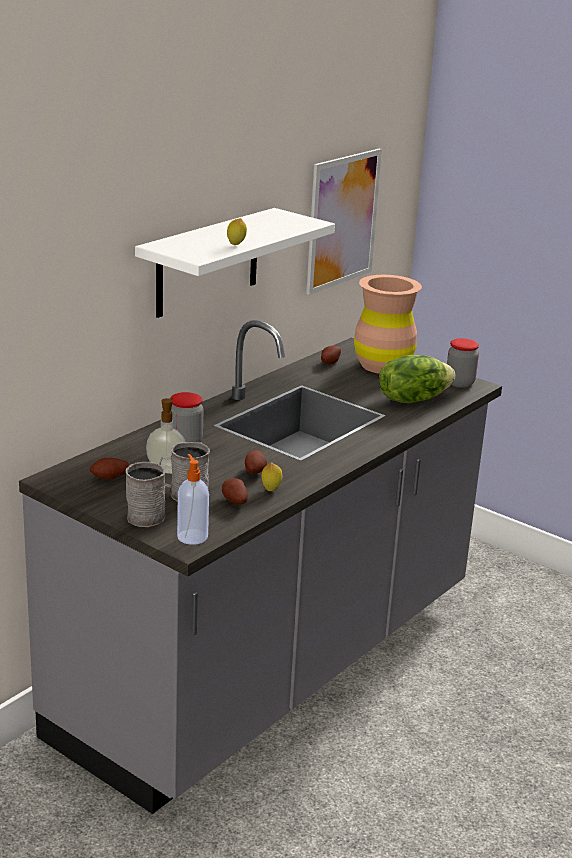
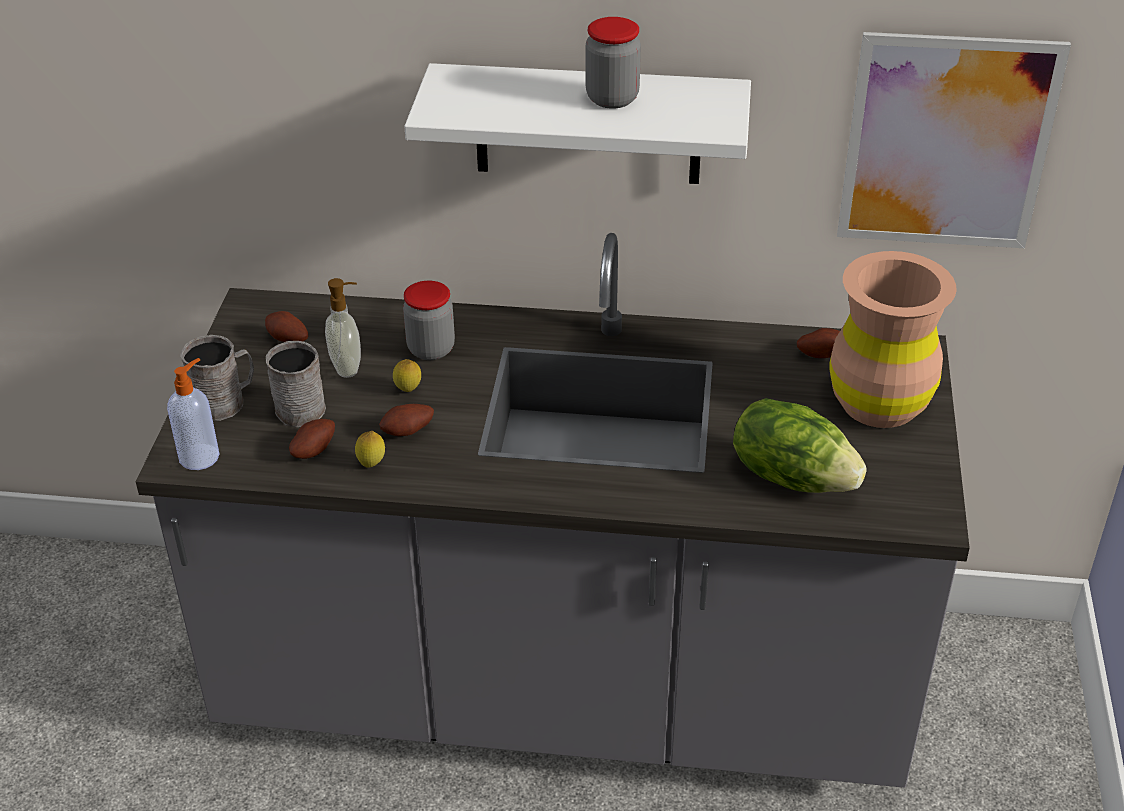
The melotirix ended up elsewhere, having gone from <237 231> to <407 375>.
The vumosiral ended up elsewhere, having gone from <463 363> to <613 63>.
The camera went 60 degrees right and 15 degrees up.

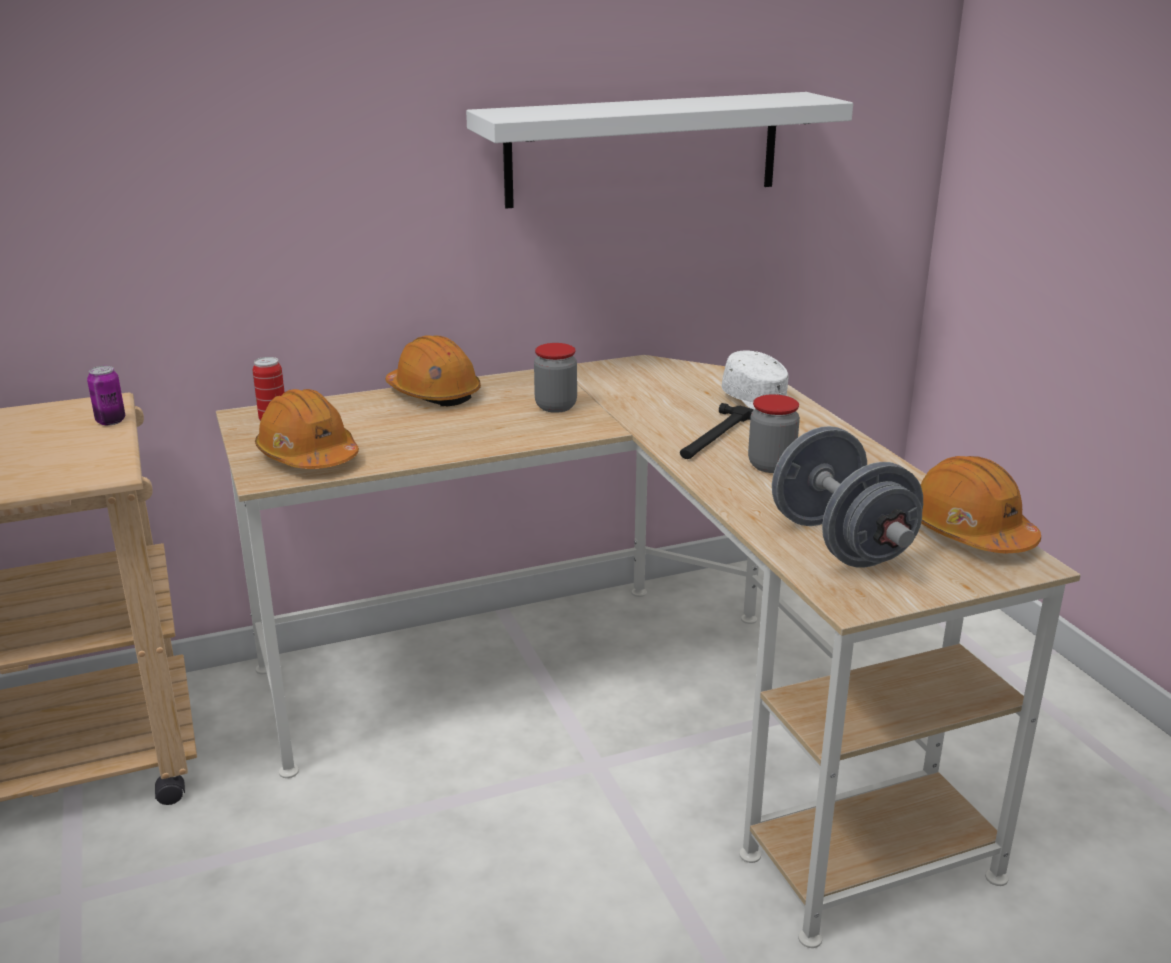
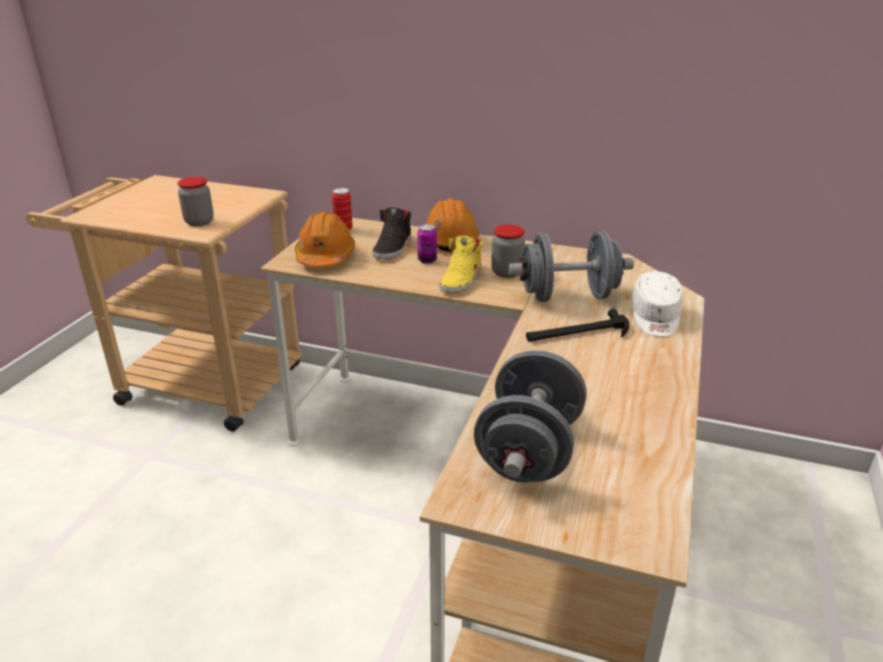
The second view lost the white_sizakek at <659 150>.
The second view lost the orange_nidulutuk at <981 504>.
The second view gained the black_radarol at <391 233>.
The second view gained the yellow_radarol at <461 264>.
The second view gained the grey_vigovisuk at <571 266>.
The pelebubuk ended up elsewhere, having gone from <106 395> to <427 244>.
The vumosiral ended up elsewhere, having gone from <774 433> to <195 201>.
The camera went 40 degrees right and 5 degrees up.

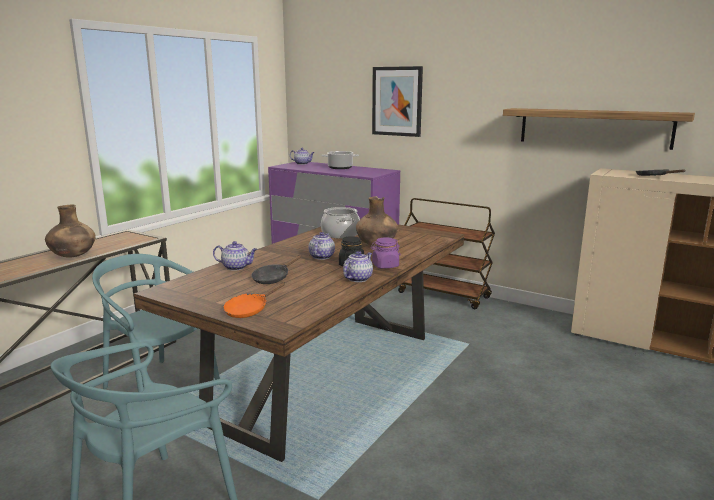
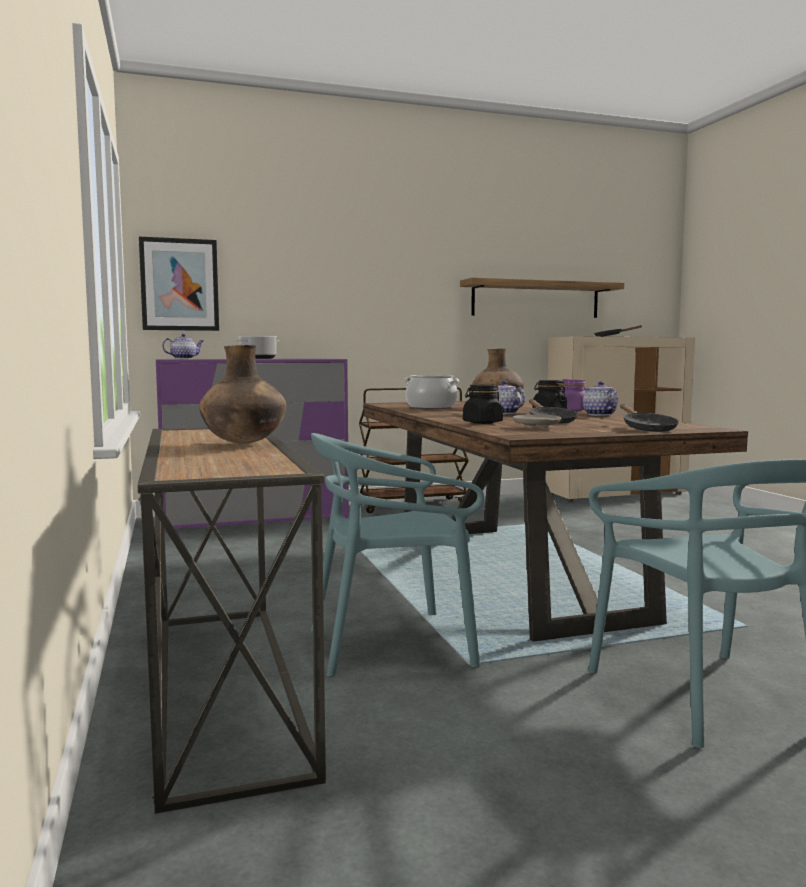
The second view gained the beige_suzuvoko at <536 421>.
The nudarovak ended up elsewhere, having gone from <397 101> to <179 284>.
Where the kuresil stood at <235 255>, the black_vumosiral came to stand at <483 404>.
What was the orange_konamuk at <254 300> turned into the black_konamuk at <649 418>.
The camera went 50 degrees left and 10 degrees down.

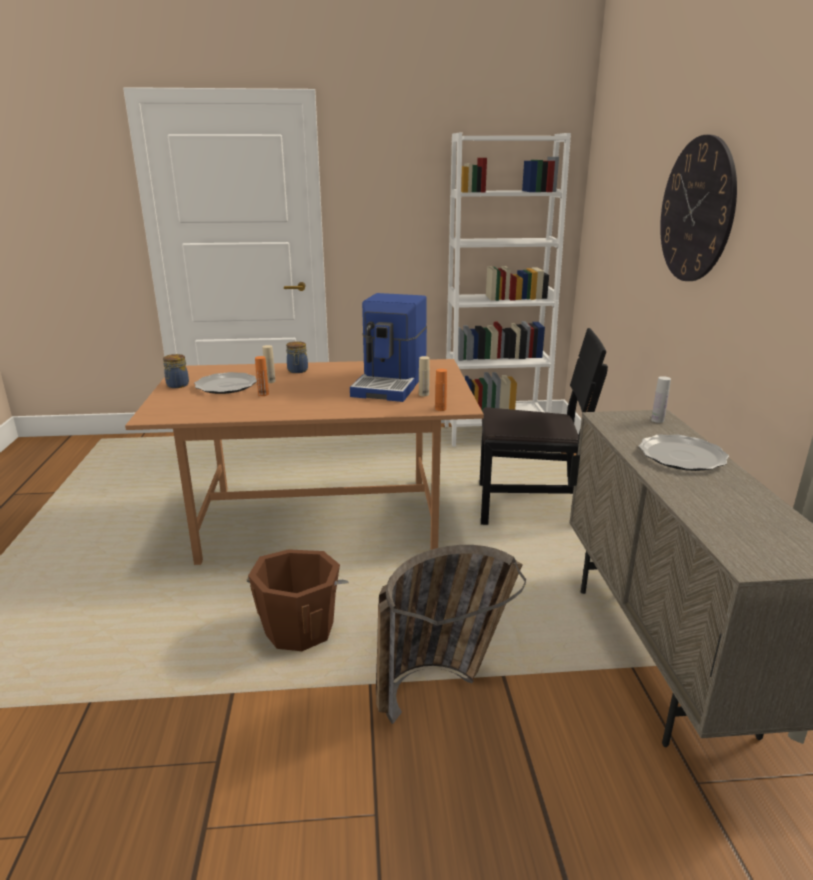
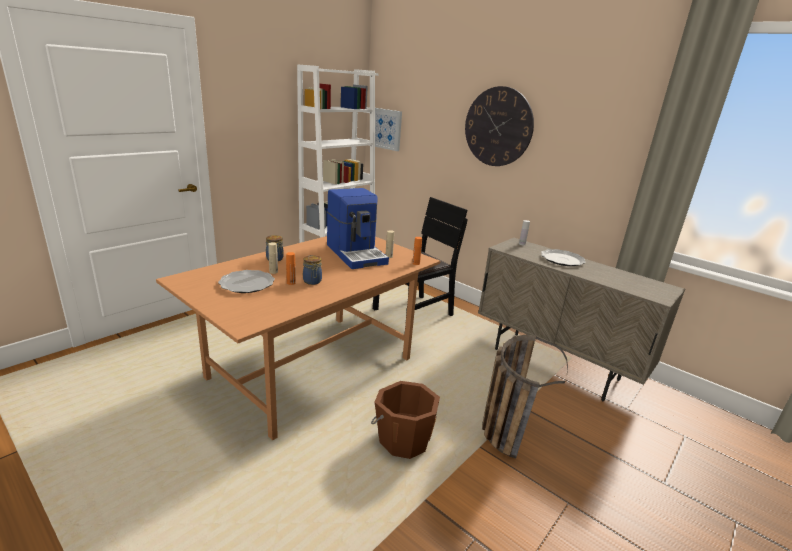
The second view gained the nudarovak at <388 129>.
The vumosiral ended up elsewhere, having gone from <176 371> to <312 270>.
The camera went 45 degrees left and 0 degrees up.

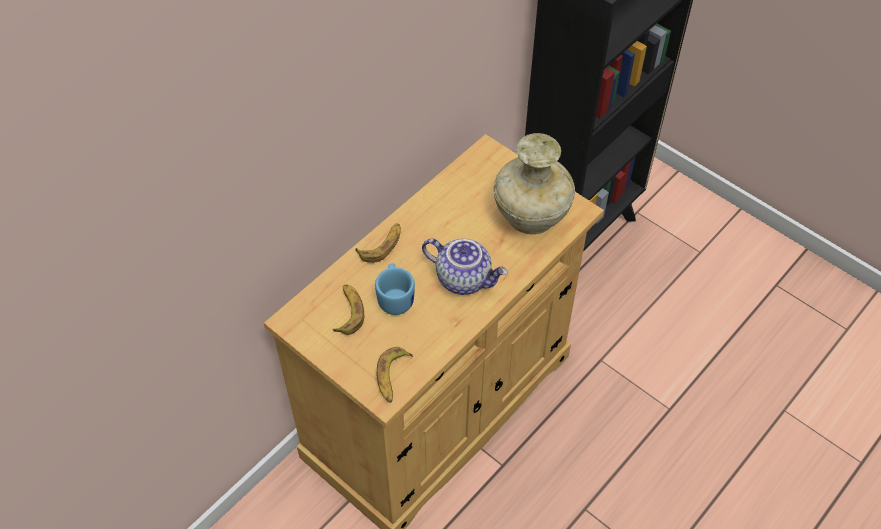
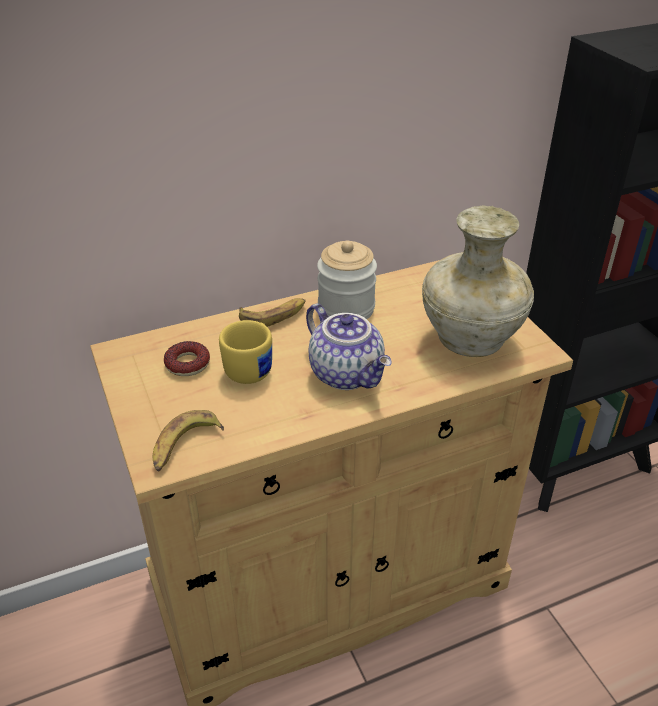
The second view gained the vumosiral at <347 279>.
Where the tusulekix stood at <348 310>, the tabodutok came to stand at <187 358>.
What was the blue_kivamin at <395 289> turned into the yellow_kivamin at <245 352>.
The camera went 25 degrees right and 15 degrees down.

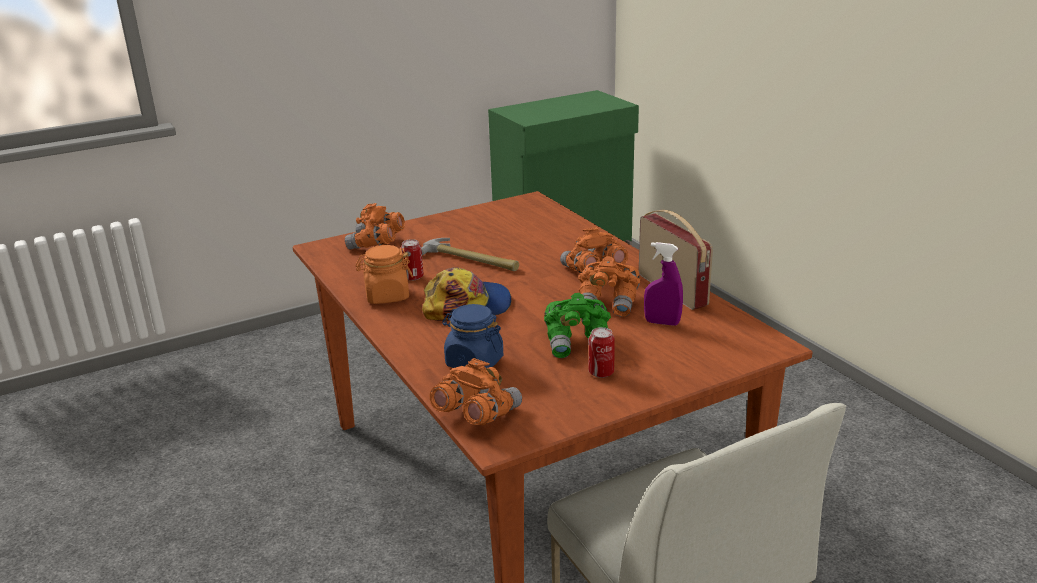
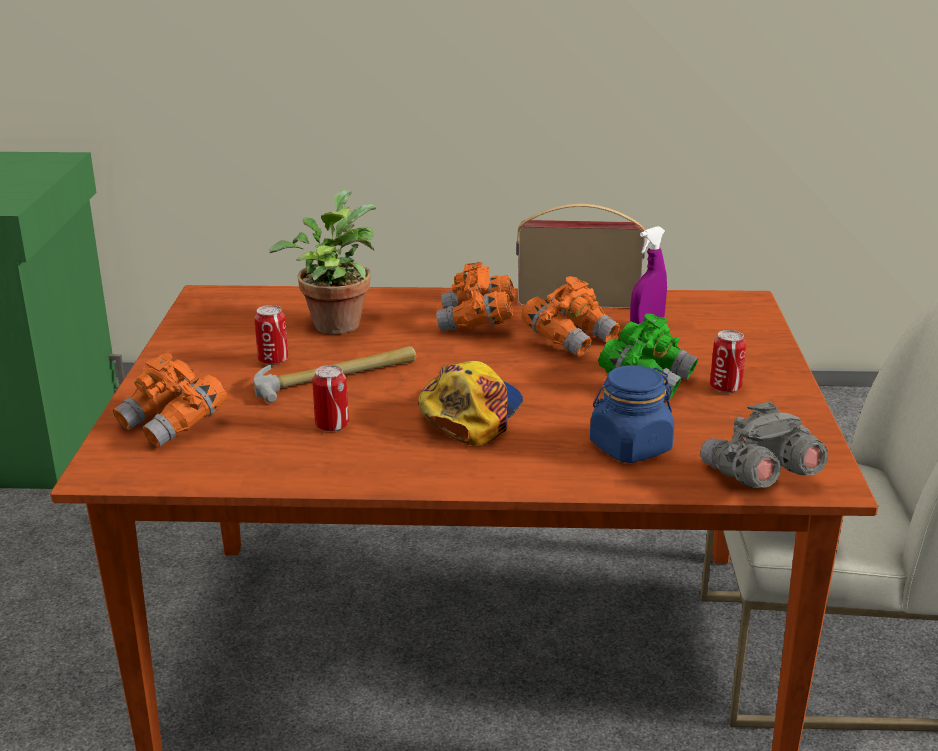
The second view lost the orange_vumosiral at <384 274>.
The second view gained the pelebubuk at <271 335>.
The second view gained the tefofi at <322 262>.
What was the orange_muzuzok at <475 391> turned into the grey_muzuzok at <764 445>.
The camera went 60 degrees left and 0 degrees up.

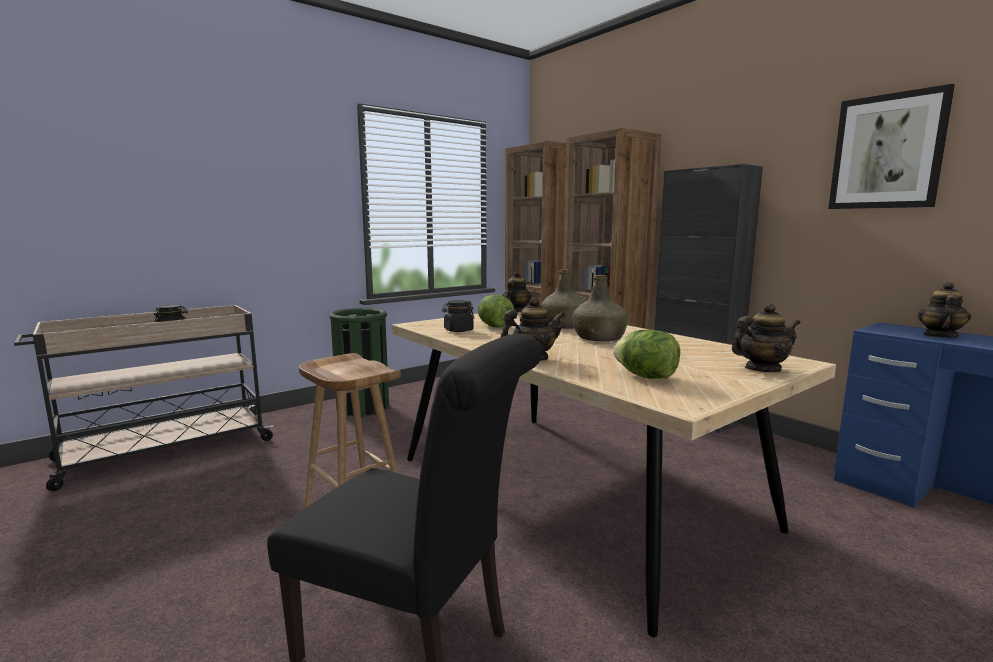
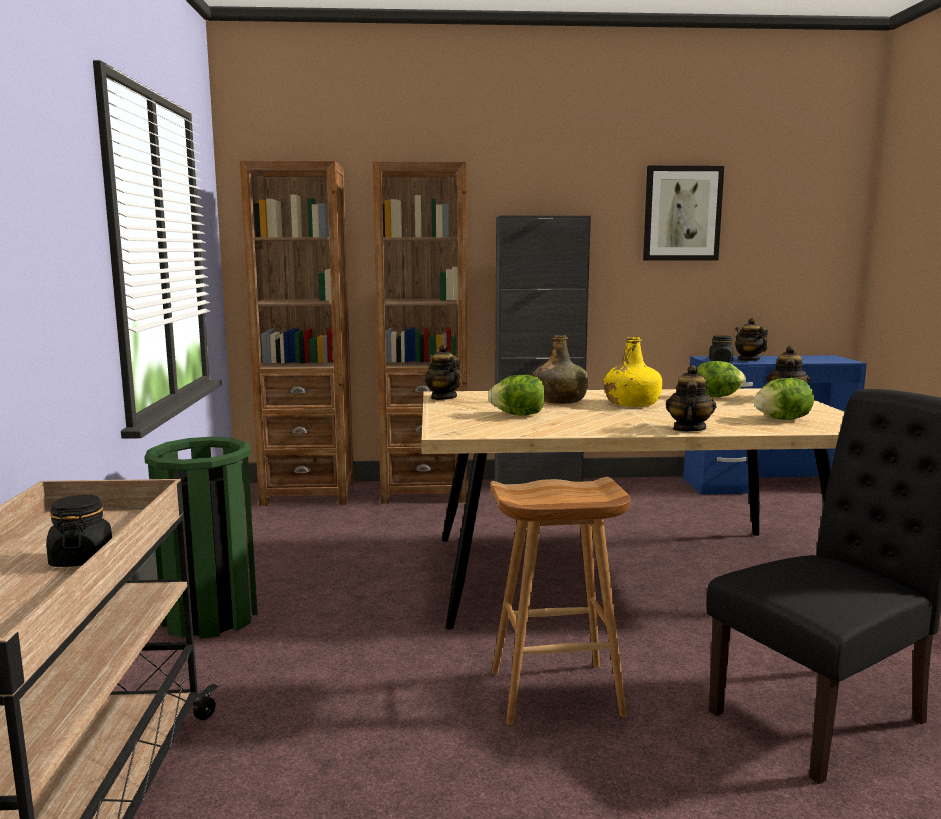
The second view gained the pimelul at <721 379>.
The black_vumosiral ended up elsewhere, having gone from <458 316> to <721 348>.
What was the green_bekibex at <600 308> turned into the yellow_bekibex at <633 372>.
The camera went 55 degrees left and 0 degrees up.

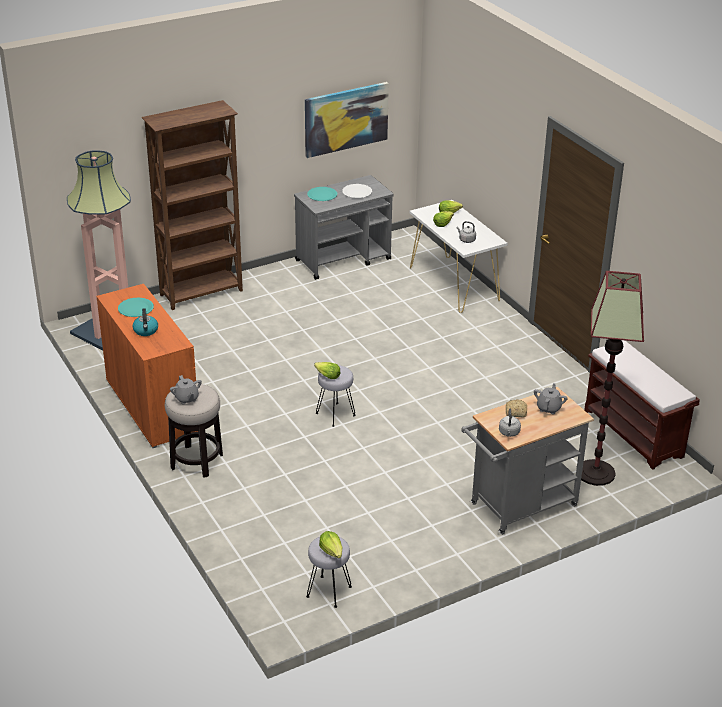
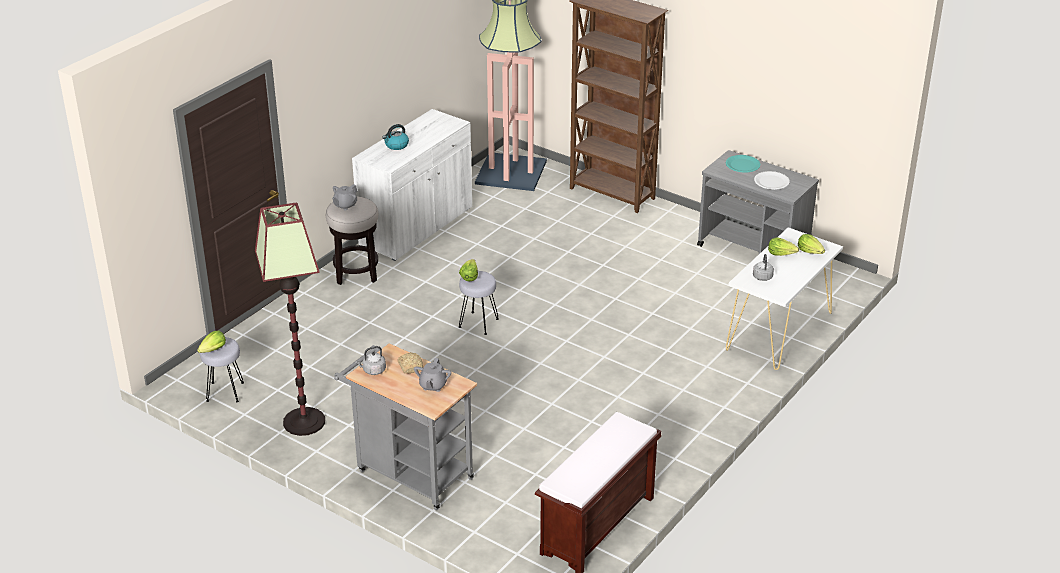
The second view lost the turquoise_suzuvoko at <136 307>.
The second view lost the nudarovak at <347 120>.
The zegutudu ended up elsewhere, having gone from <612 378> to <290 319>.
What was the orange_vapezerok at <147 366> turned into the white_vapezerok at <412 185>.
The grey_kuresil at <551 398> ended up facing another way, 105 degrees clockwise from before.
The camera went 65 degrees right and 0 degrees up.

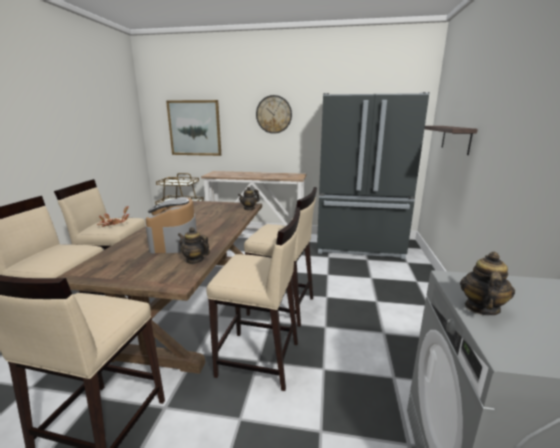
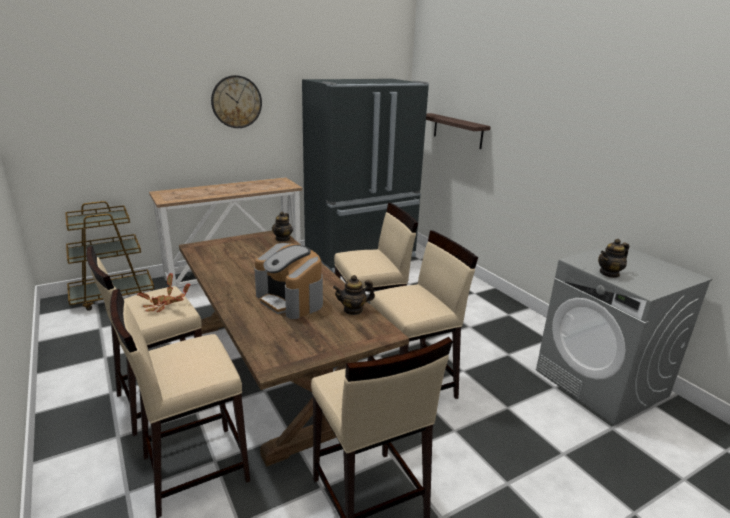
The second view lost the nudarovak at <193 128>.
The kuresil at <487 283> ended up facing another way, 105 degrees counterclockwise from before.
The camera went 40 degrees left and 5 degrees up.

